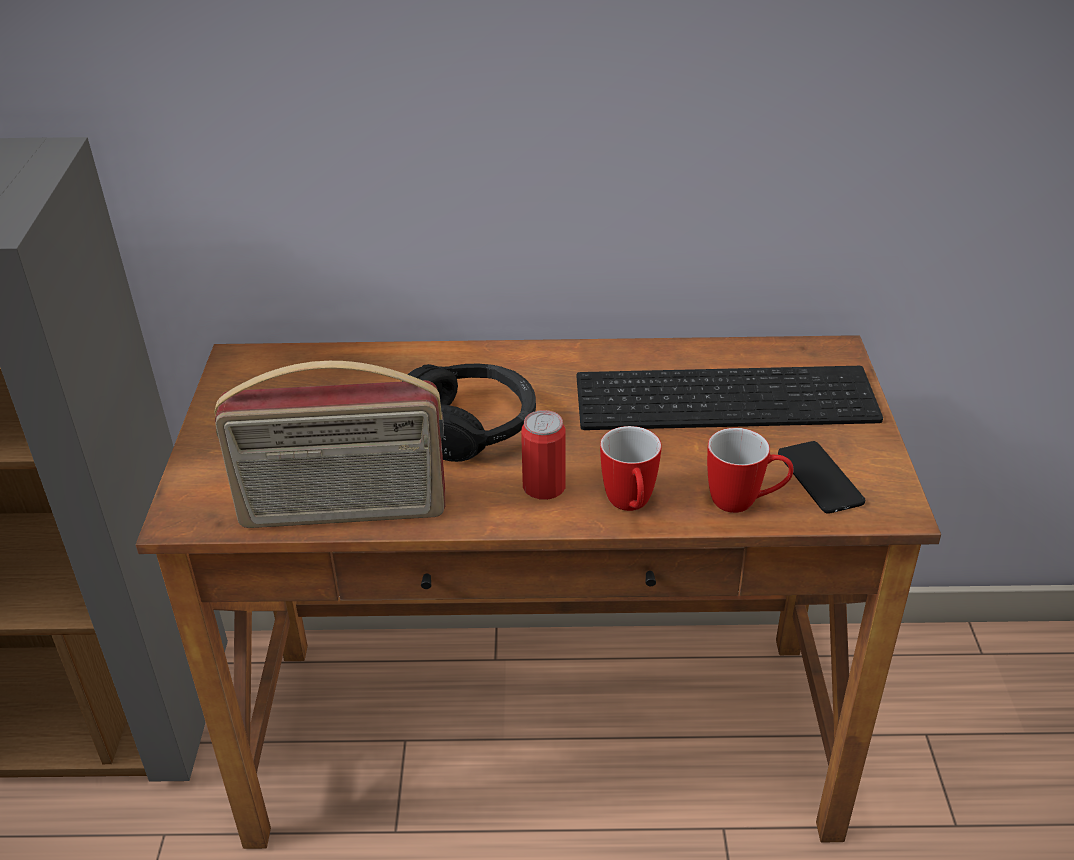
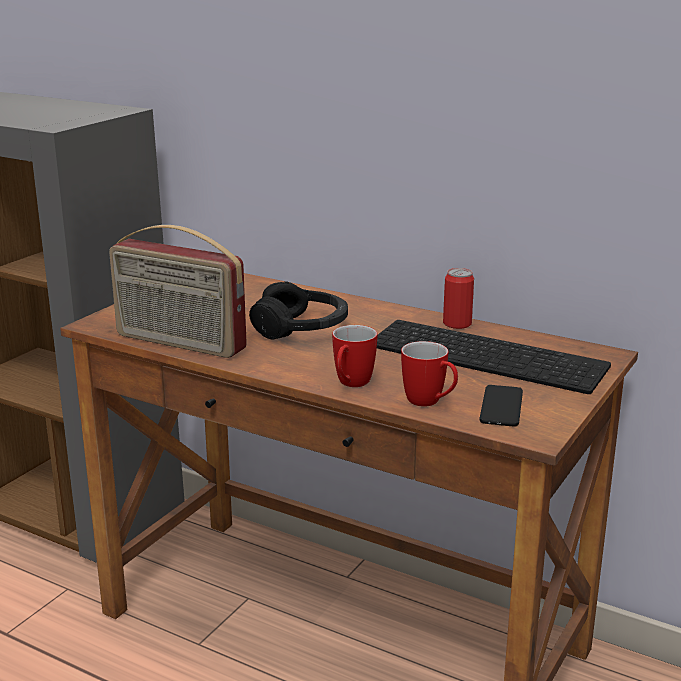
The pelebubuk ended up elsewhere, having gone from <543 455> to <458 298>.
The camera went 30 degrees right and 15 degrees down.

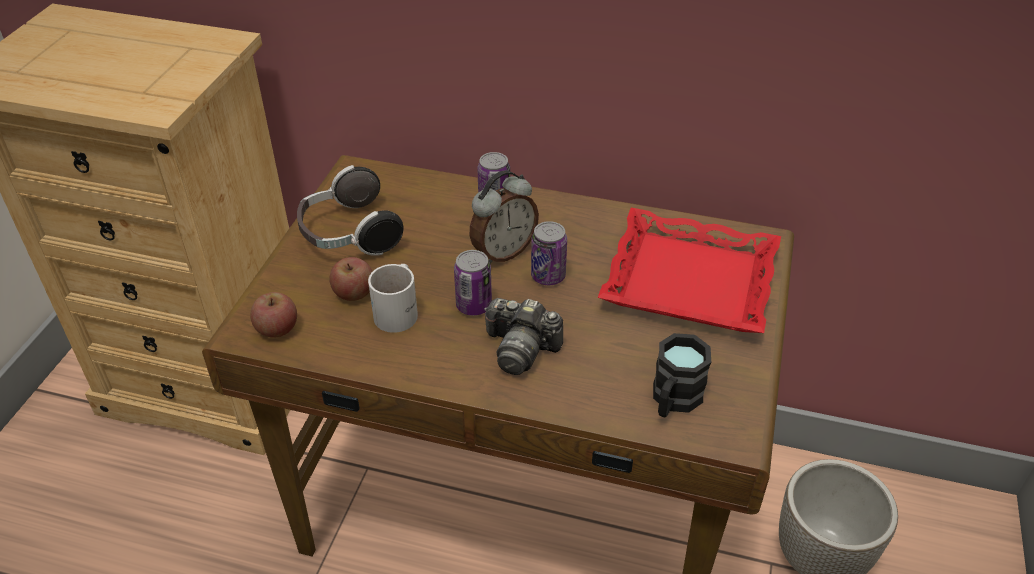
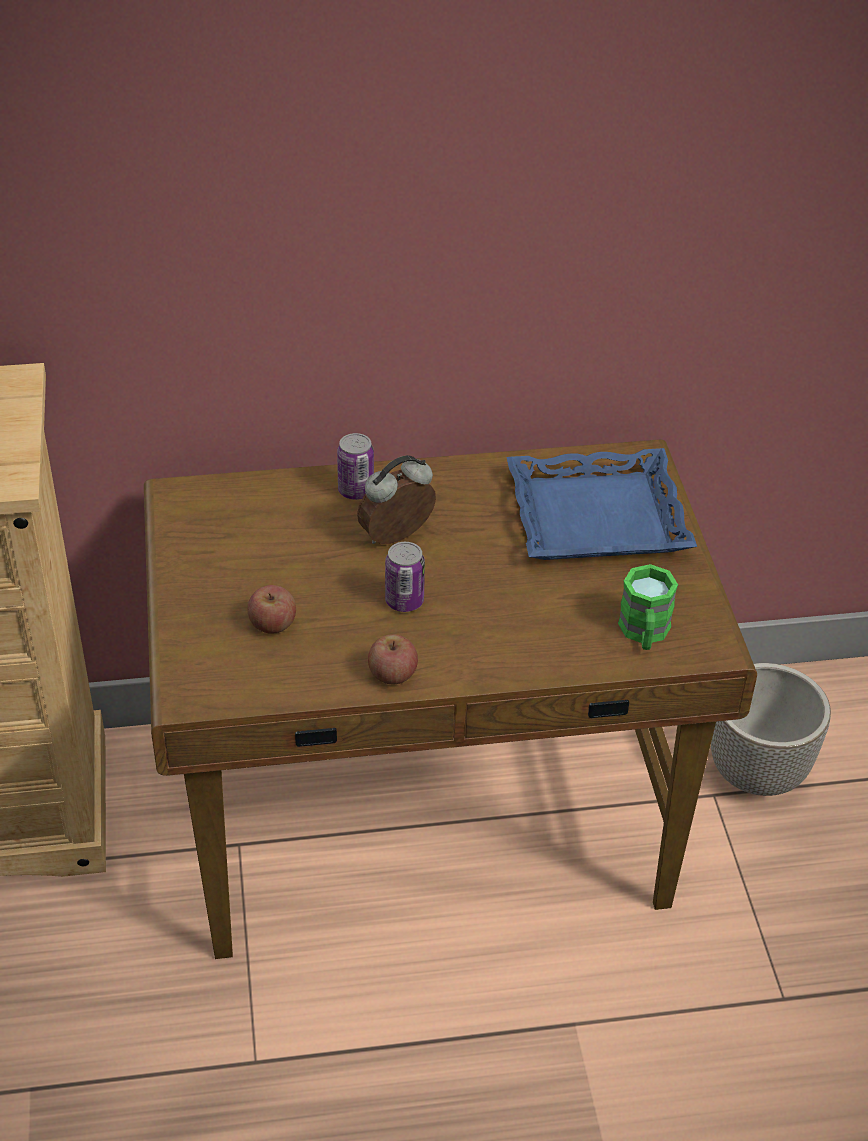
The second view lost the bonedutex at <350 210>.
The second view lost the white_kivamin at <393 298>.
The second view lost the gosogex at <523 336>.
The second view lost the pelebubuk at <549 253>.
The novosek ended up elsewhere, having gone from <273 315> to <393 659>.
What was the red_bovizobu at <689 270> turned into the blue_bovizobu at <601 504>.
What was the black_kivamin at <682 375> turned into the green_kivamin at <648 607>.
The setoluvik at <504 217> ended up facing another way, 150 degrees counterclockwise from before.
The camera went 25 degrees left and 0 degrees up.

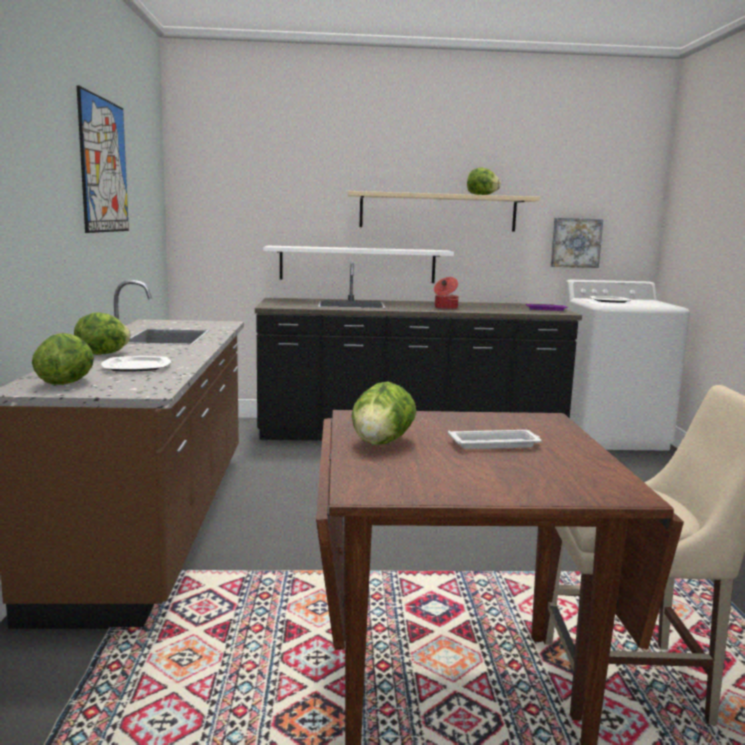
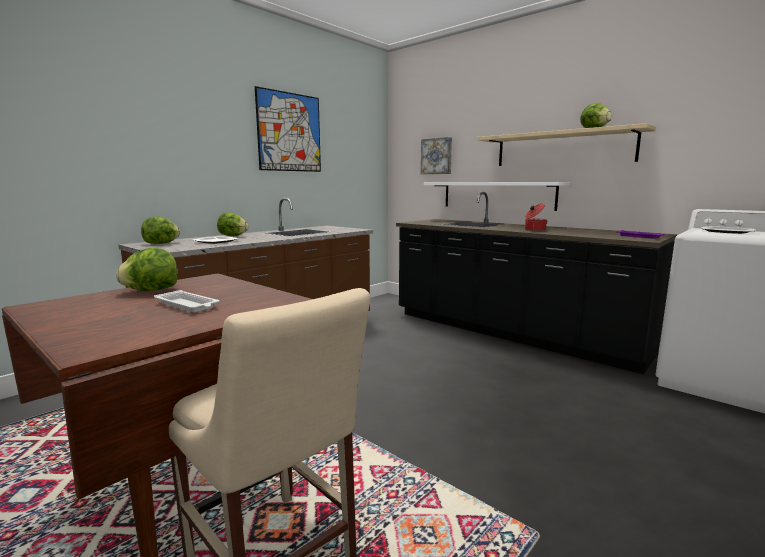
The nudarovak ended up elsewhere, having gone from <577 243> to <436 155>.
The camera went 45 degrees right and 0 degrees up.

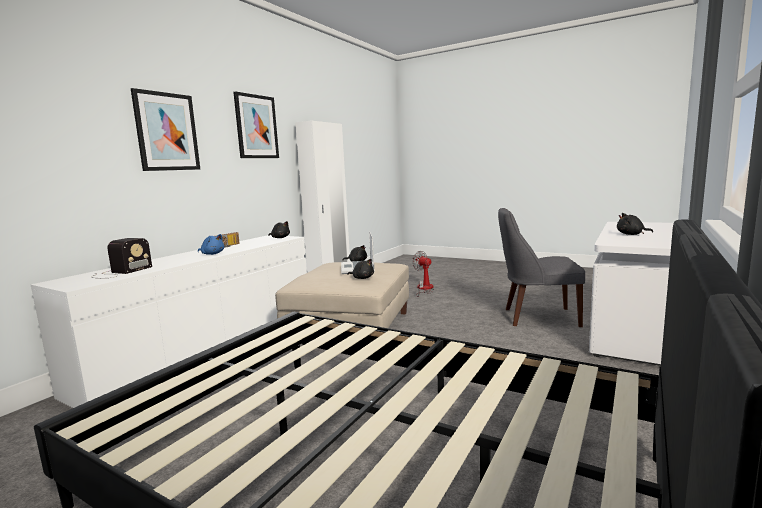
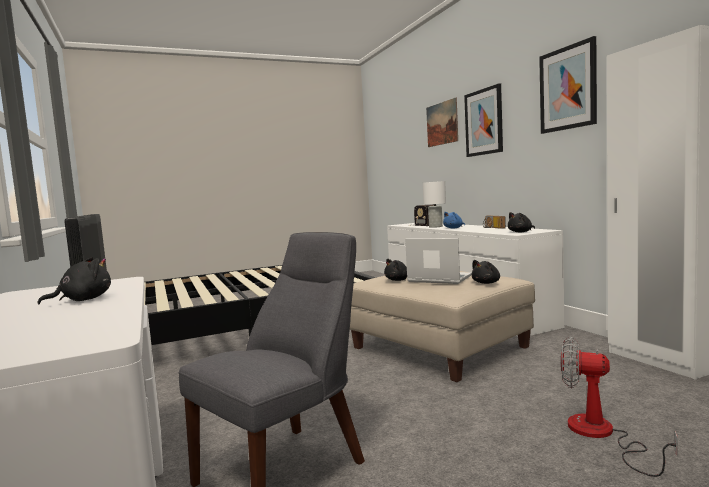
The second view gained the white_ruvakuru at <434 204>.
The second view gained the nudarovak at <442 122>.
The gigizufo at <423 274> ended up facing another way, 150 degrees counterclockwise from before.
The camera went 125 degrees right and 5 degrees down.

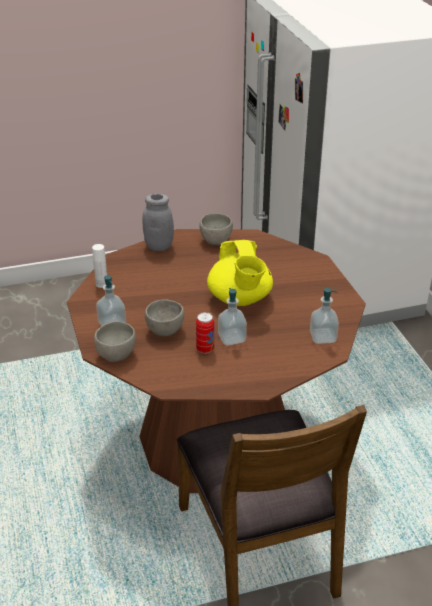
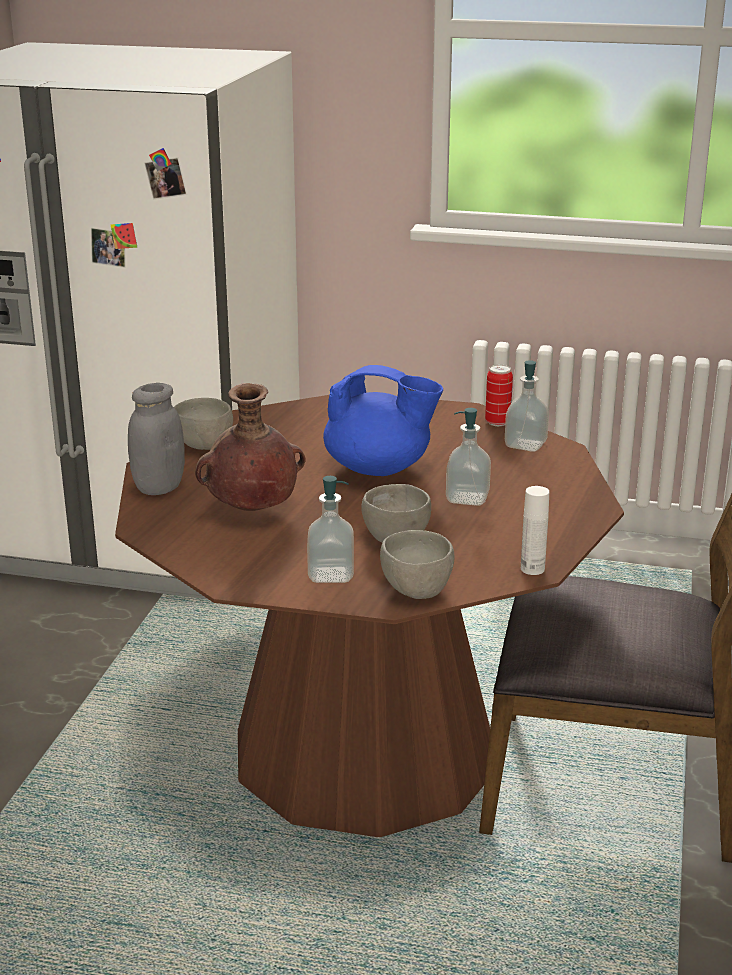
The second view gained the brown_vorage at <250 447>.
The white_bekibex ended up elsewhere, having gone from <99 266> to <535 530>.
The pelebubuk ended up elsewhere, having gone from <205 333> to <499 395>.
What was the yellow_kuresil at <240 273> turned into the blue_kuresil at <383 420>.
The camera went 60 degrees left and 10 degrees down.

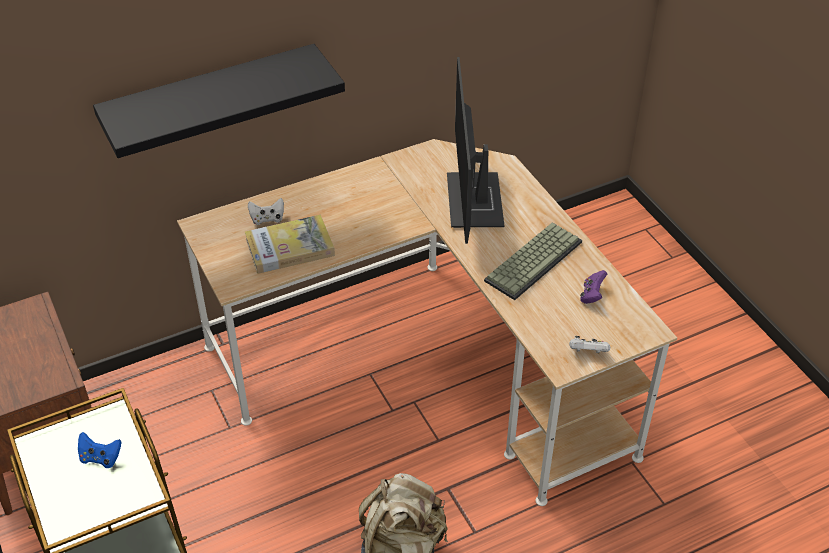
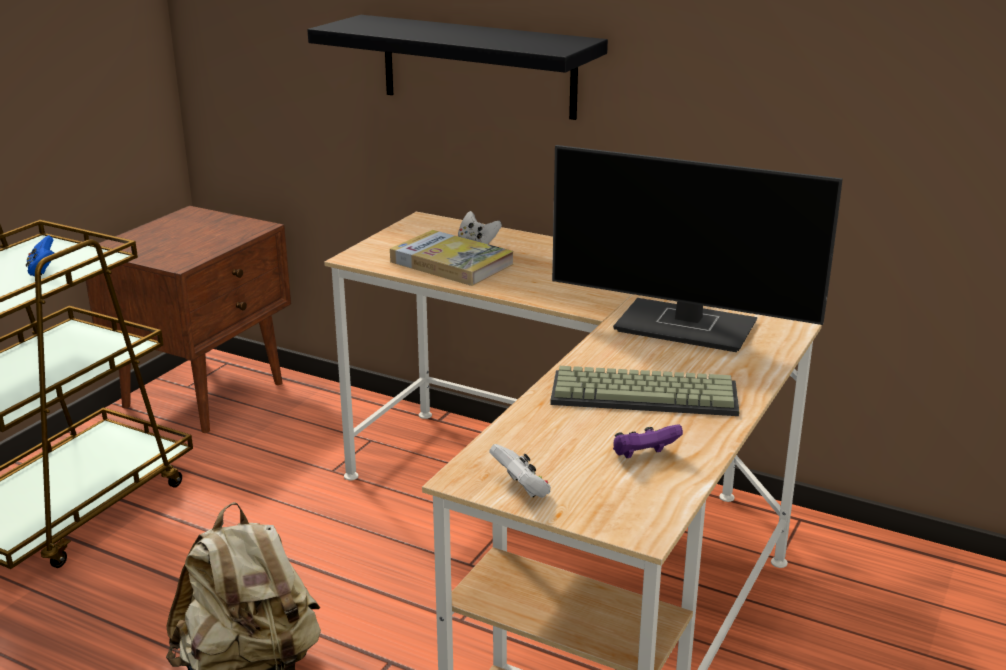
The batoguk at <476 150> ended up facing another way, 120 degrees counterclockwise from before.
The camera went 55 degrees right and 20 degrees down.

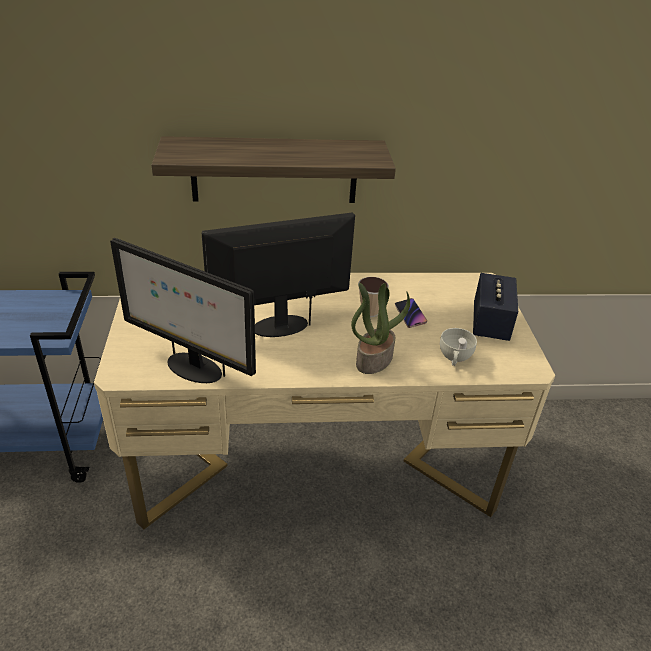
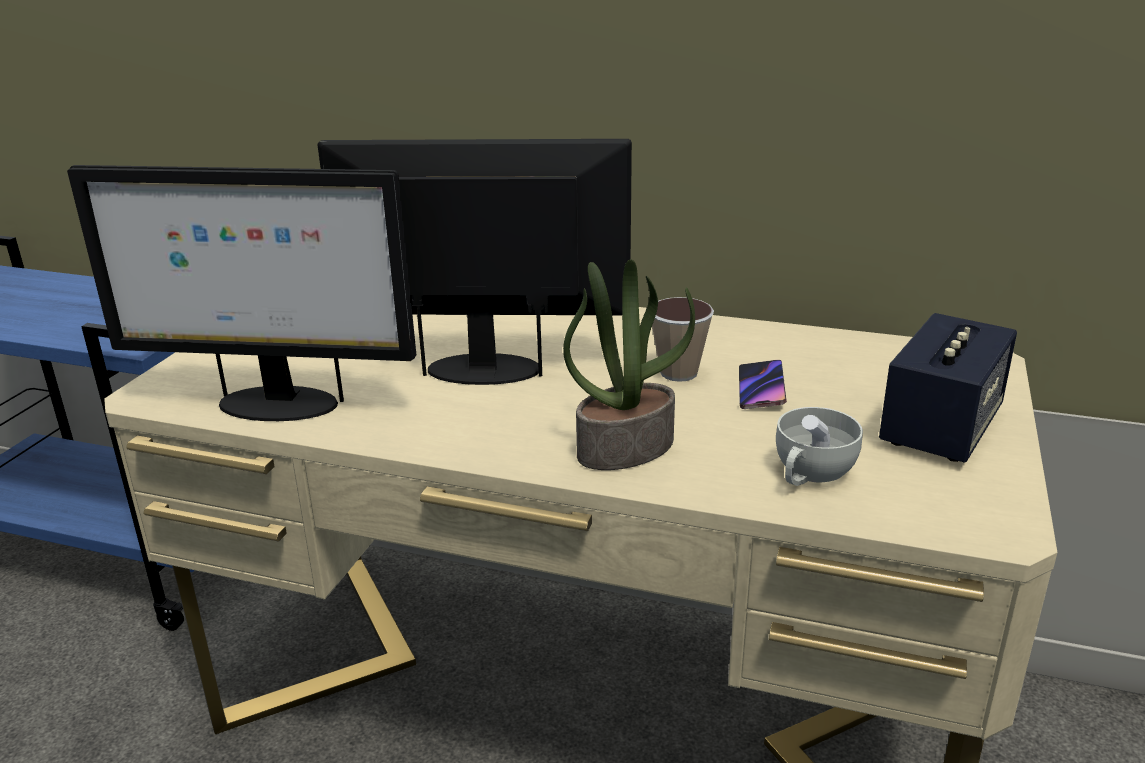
The second view lost the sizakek at <274 169>.
The batoguk at <183 310> ended up facing another way, 45 degrees counterclockwise from before.
The camera went 25 degrees right and 10 degrees down.

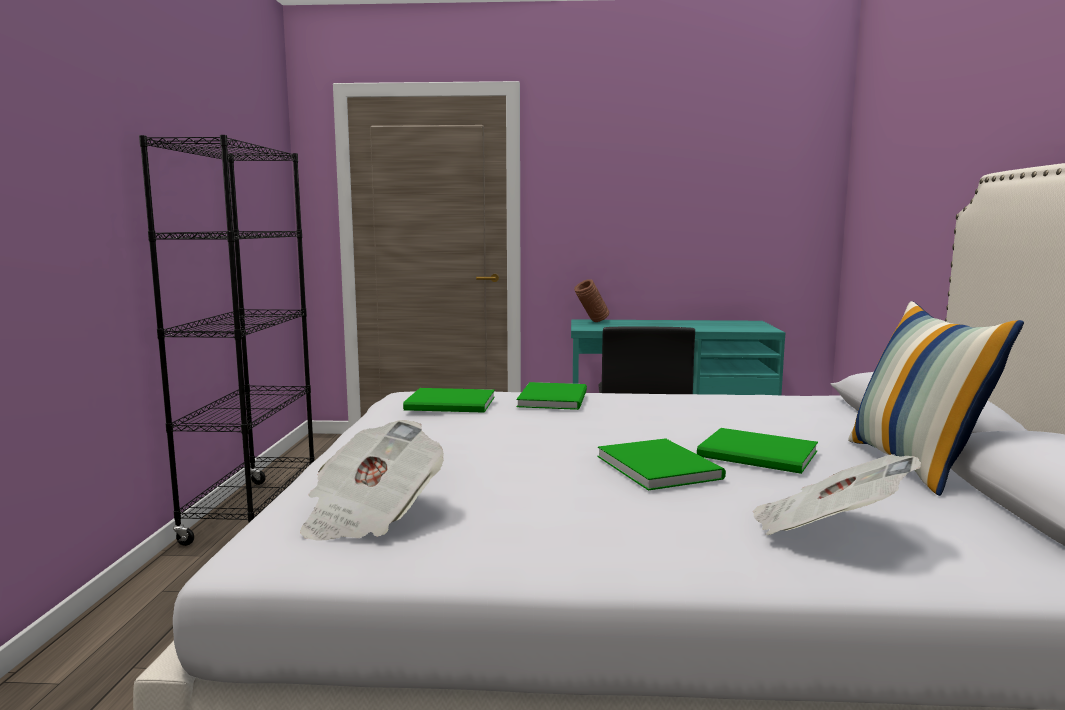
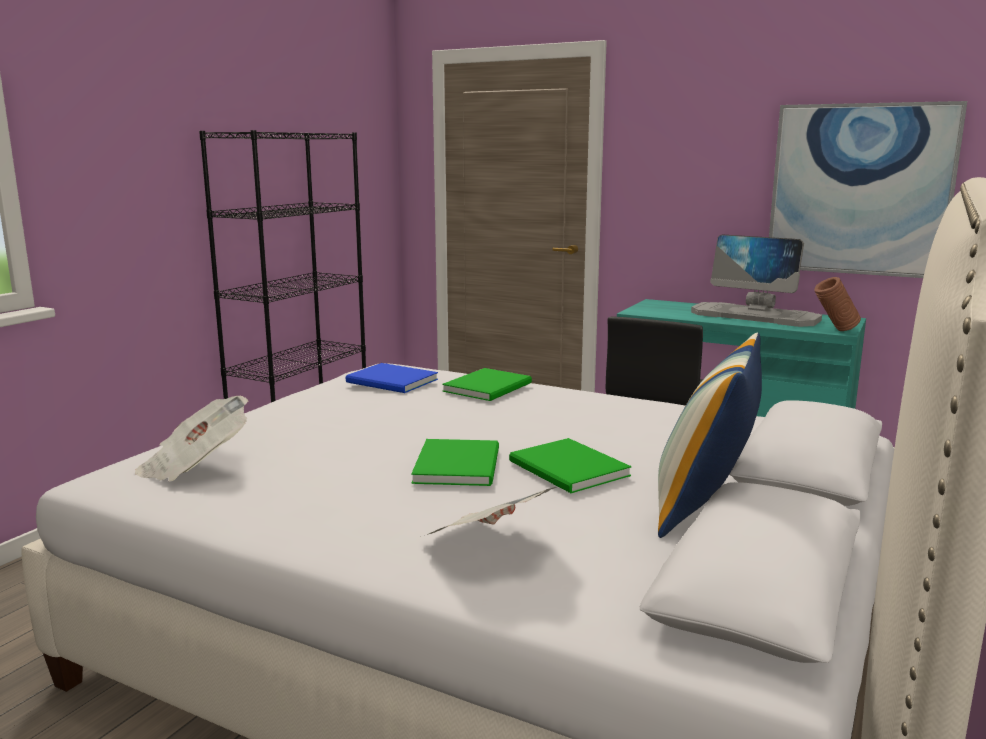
The second view gained the batoguk at <756 280>.
The second view gained the nudarovak at <868 189>.
The brown_vorage ended up elsewhere, having gone from <591 300> to <838 304>.
What was the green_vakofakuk at <449 400> turned into the blue_vakofakuk at <392 378>.
The camera went 25 degrees right and 5 degrees up.

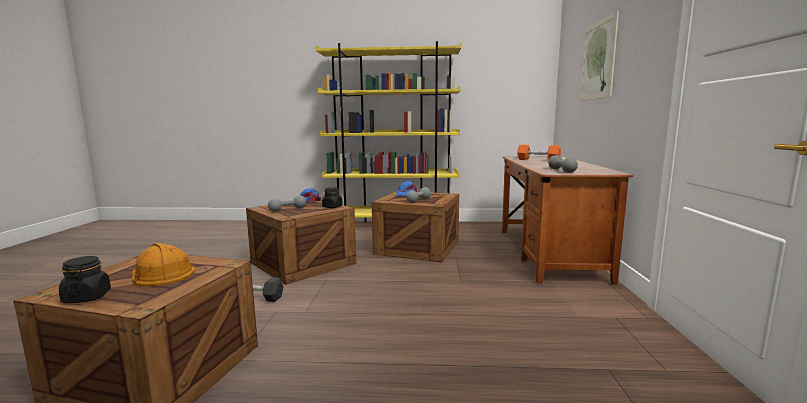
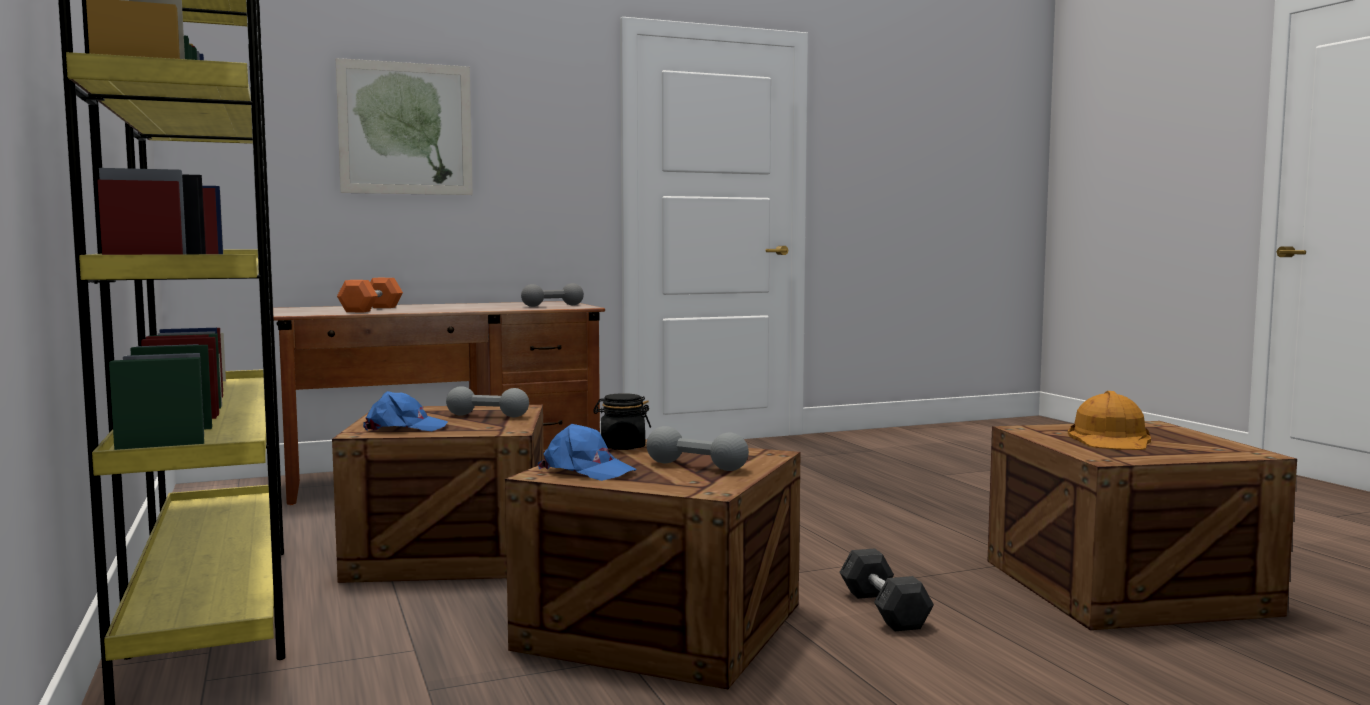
The second view lost the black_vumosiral at <85 279>.
The camera went 115 degrees left and 5 degrees down.

